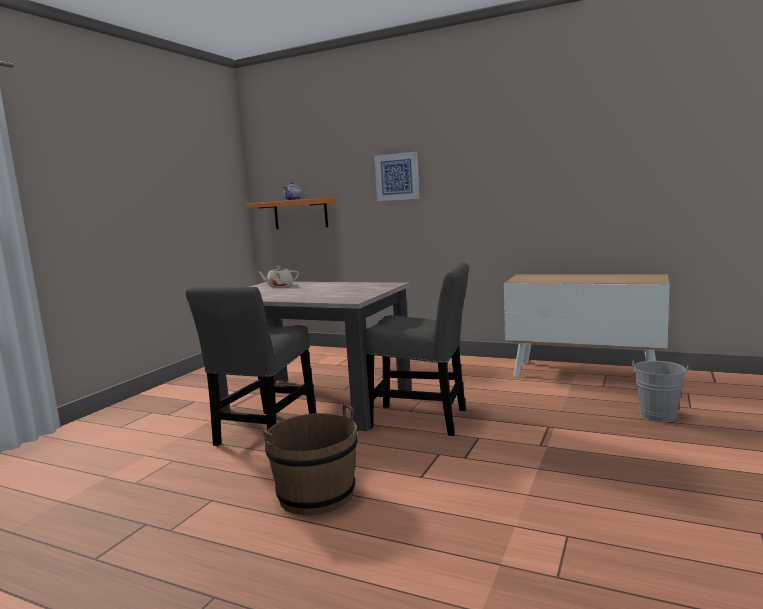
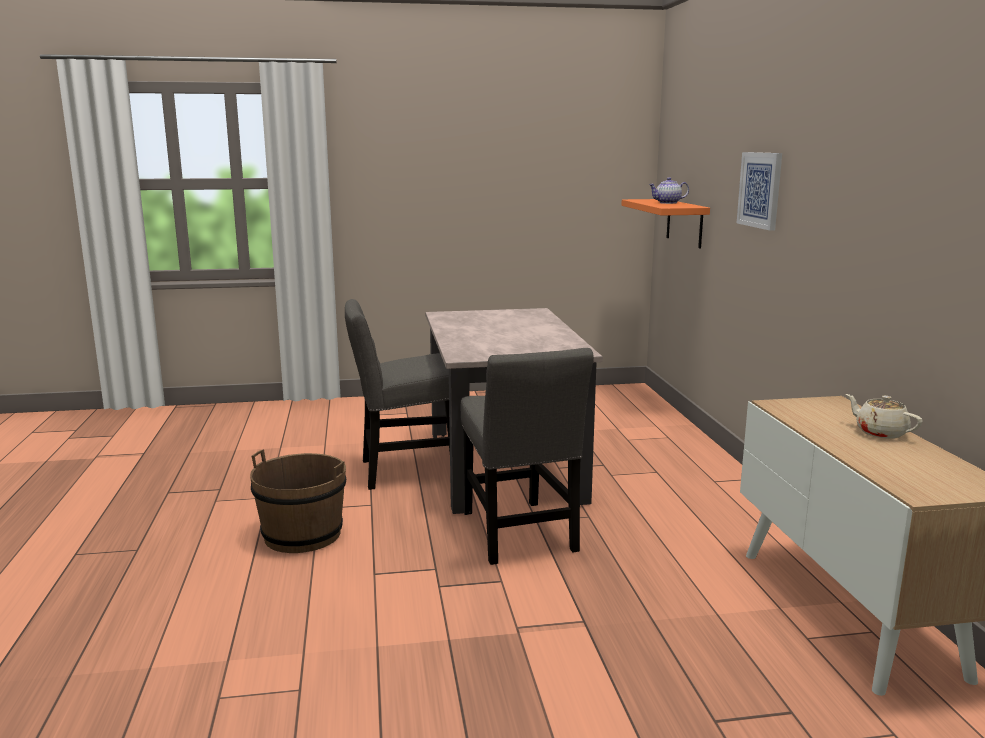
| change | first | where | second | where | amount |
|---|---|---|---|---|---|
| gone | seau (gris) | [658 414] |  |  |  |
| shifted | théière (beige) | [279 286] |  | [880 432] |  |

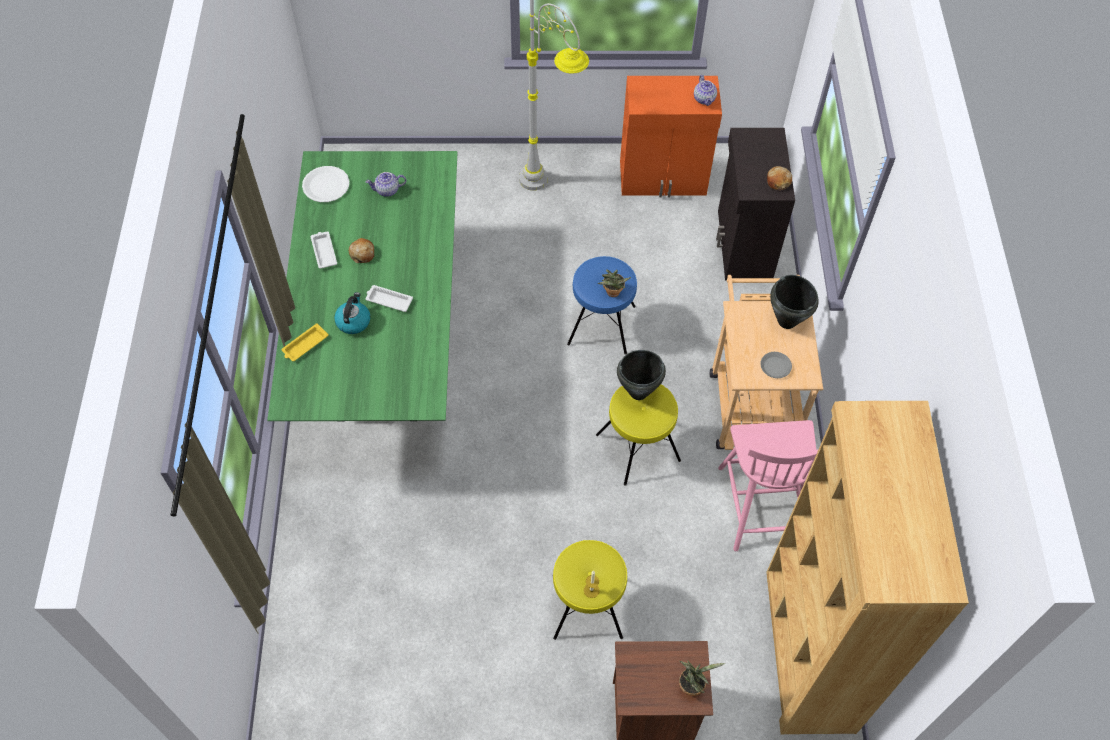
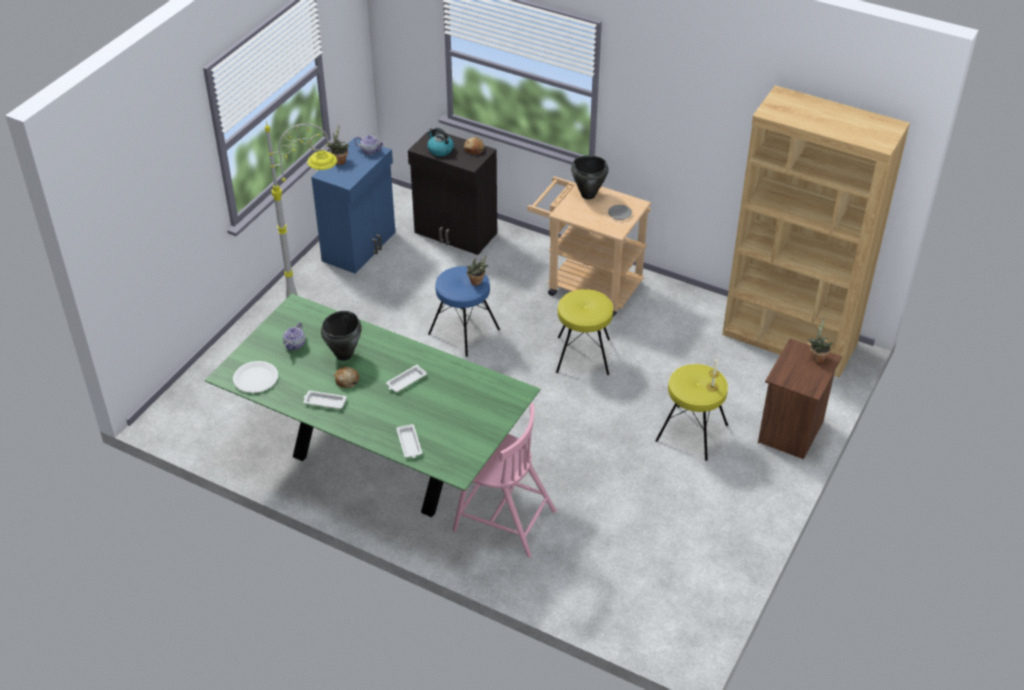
| change | first | where | second | where | amount |
|---|---|---|---|---|---|
| new |  |  | plante en pot | [339 160] |  |
| shifted | bouilloire | [353 321] |  | [440 150] |  |
| shifted | marmite (noir) | [638 392] |  | [344 355] |  |
| shifted | chaise (rose) | [761 503] |  | [502 519] |  |
| repainted | plateau (jaune) | [304 345] | plateau (blanc) | [409 444] |  |
| repainted | meuble de rangement (orange) | [663 179] | meuble de rangement (bleu) | [360 246] |  |

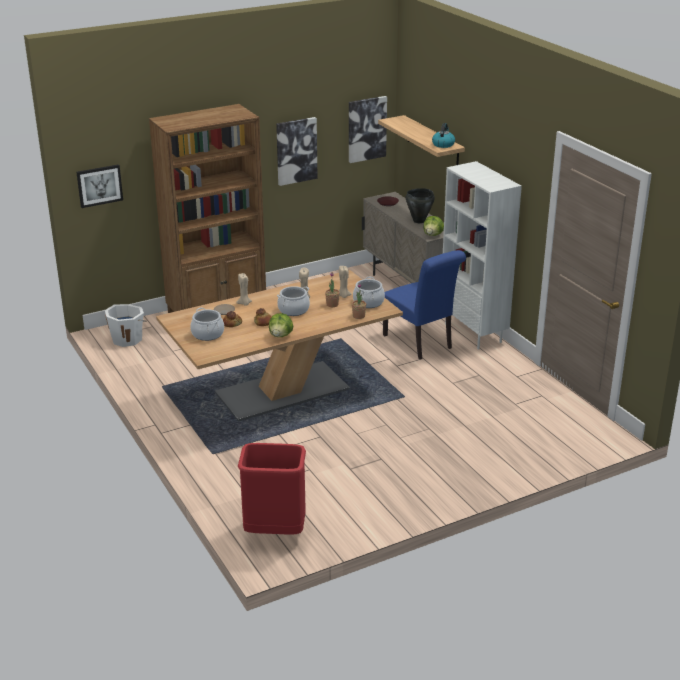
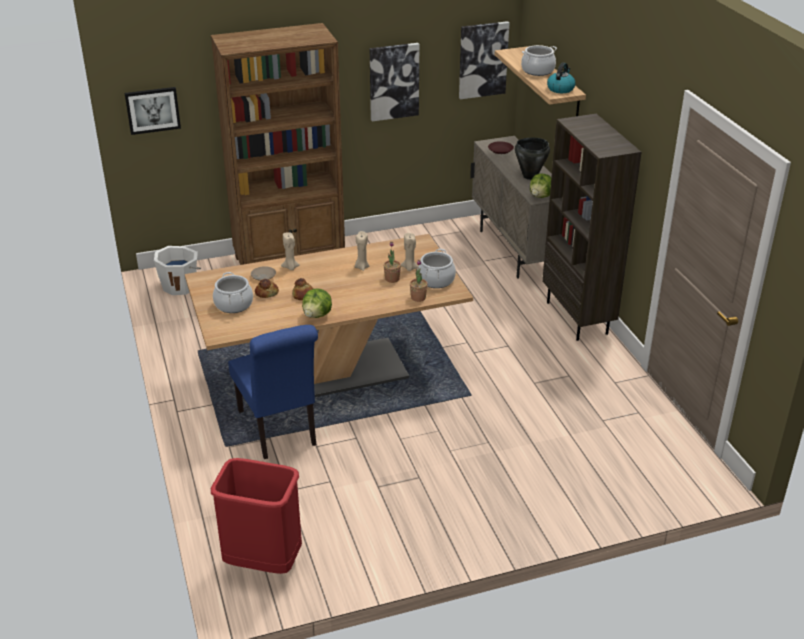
| change | first | where | second | where | amount |
|---|---|---|---|---|---|
| shifted | marmite | [293 310] |  | [537 71] |  |
| shifted | chaise (bleu) | [420 343] |  | [279 431] |  |
| repainted | bibliothèque (blanc) | [474 333] | bibliothèque (marron) | [578 318] |  |

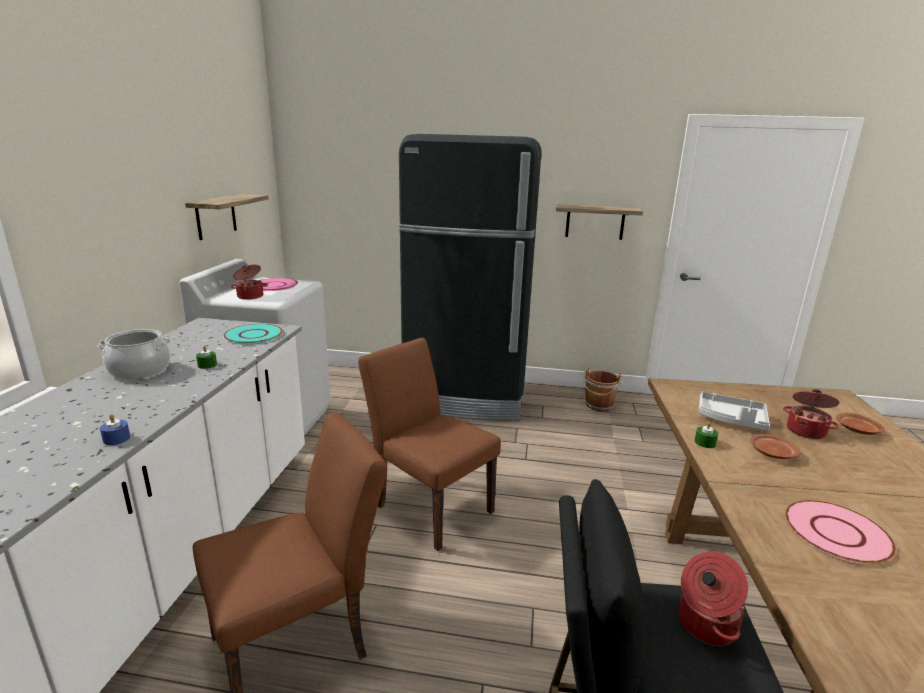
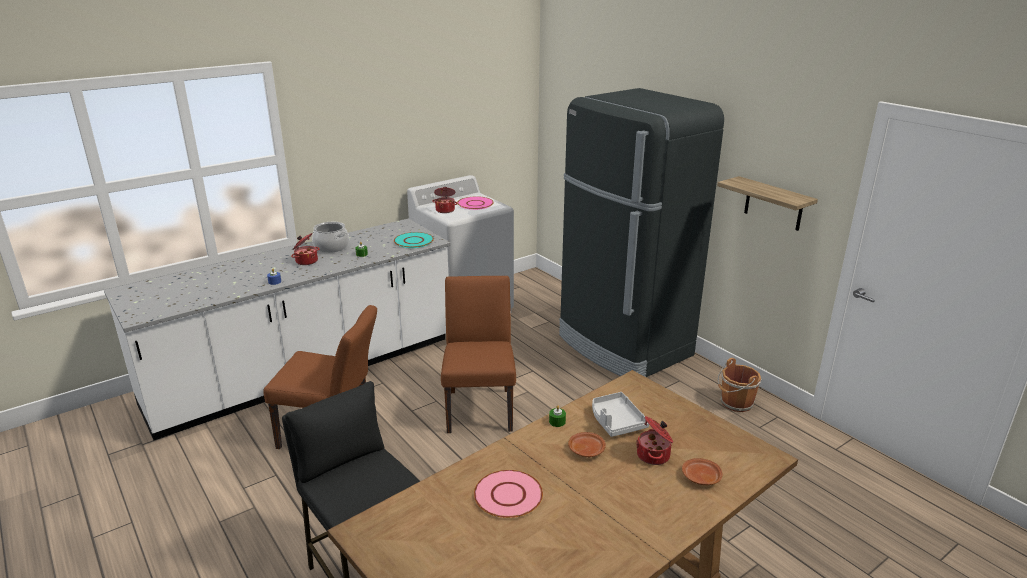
| change | first | where | second | where | amount |
|---|---|---|---|---|---|
| gone | étagère | [216 216] |  |  |  |
| shifted | marmite | [705 624] |  | [306 261] |  |

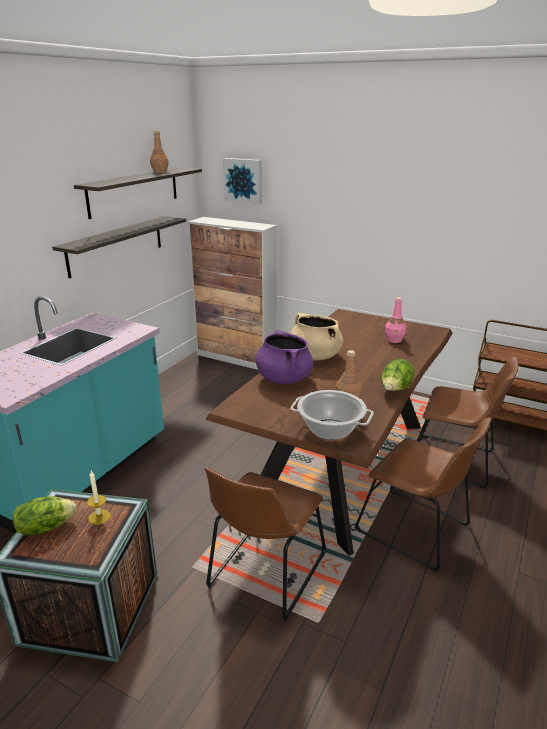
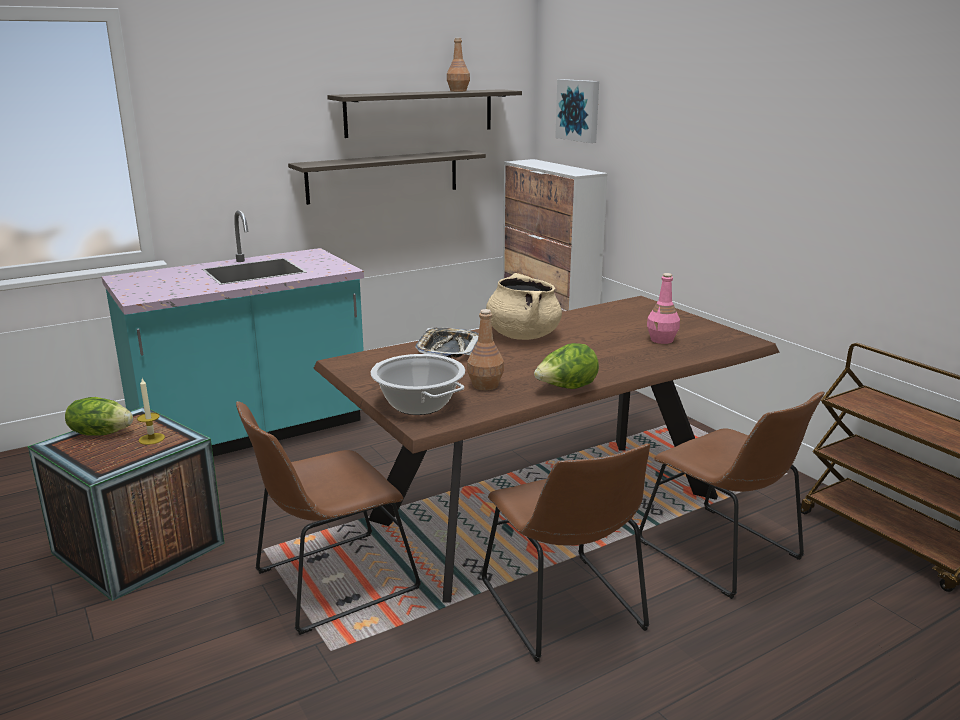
| change | first | where | second | where | amount |
|---|---|---|---|---|---|
| swapped | marmite (violet) | [283 378] | plateau | [447 348] |  |

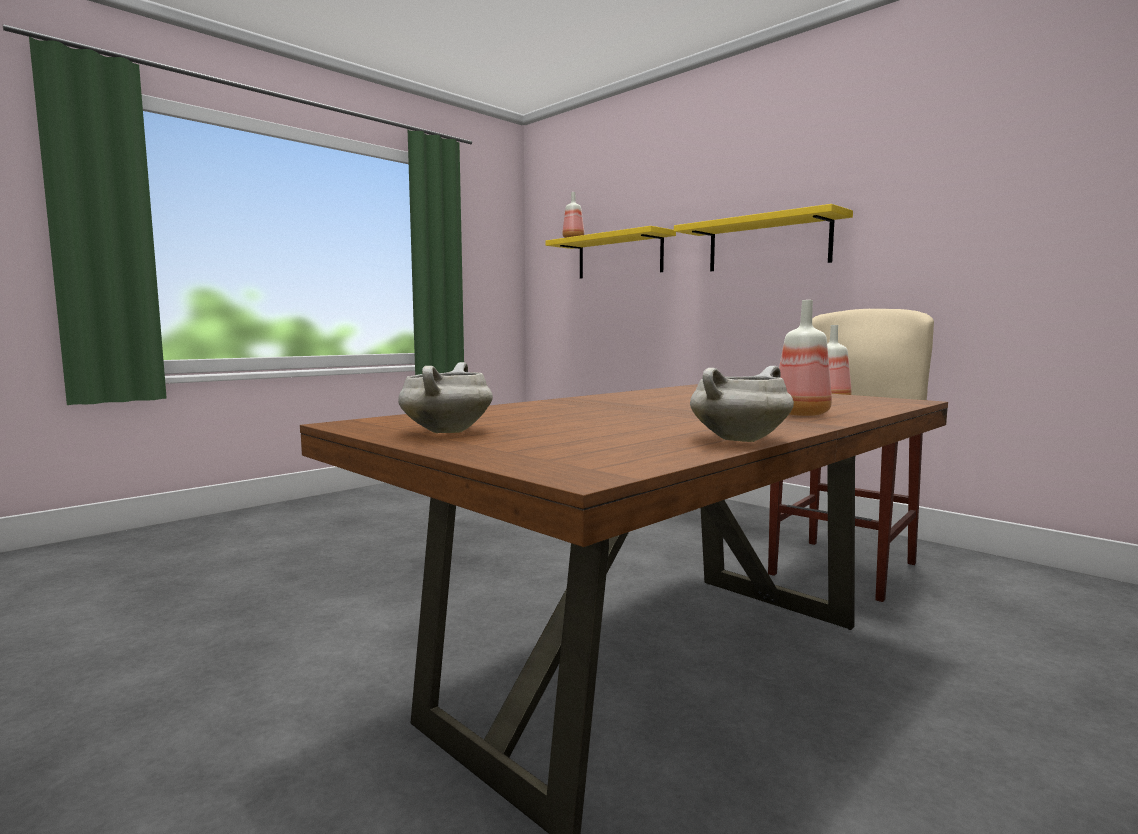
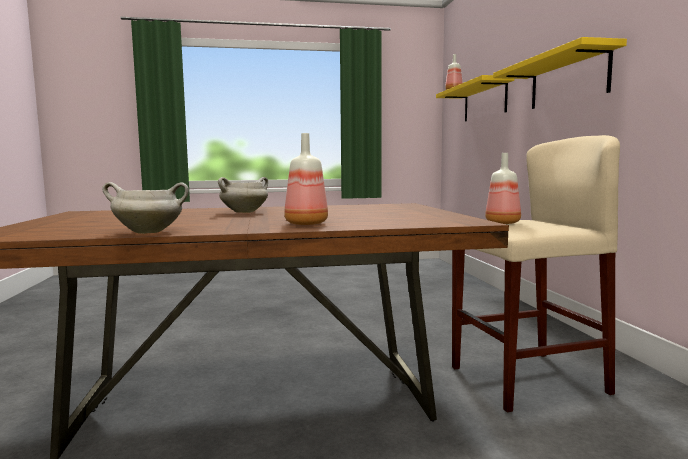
| change | first | where | second | where | amount |
|---|---|---|---|---|---|
| shifted | marmite (blanc) | [446 432] |  | [244 212] |  |

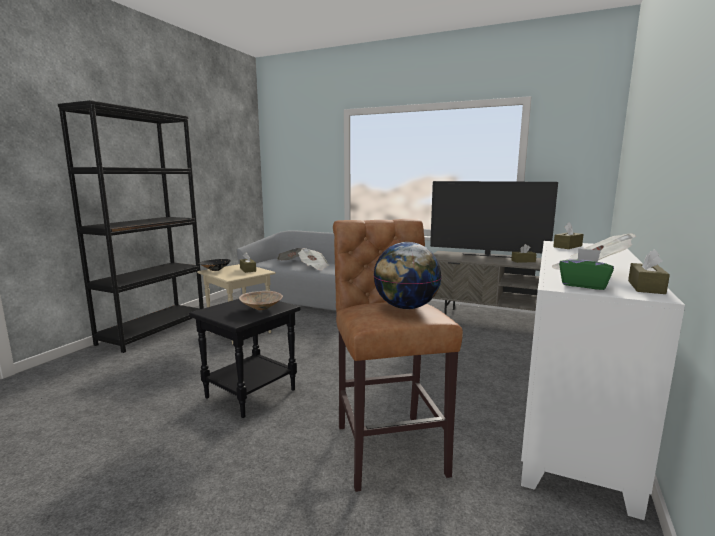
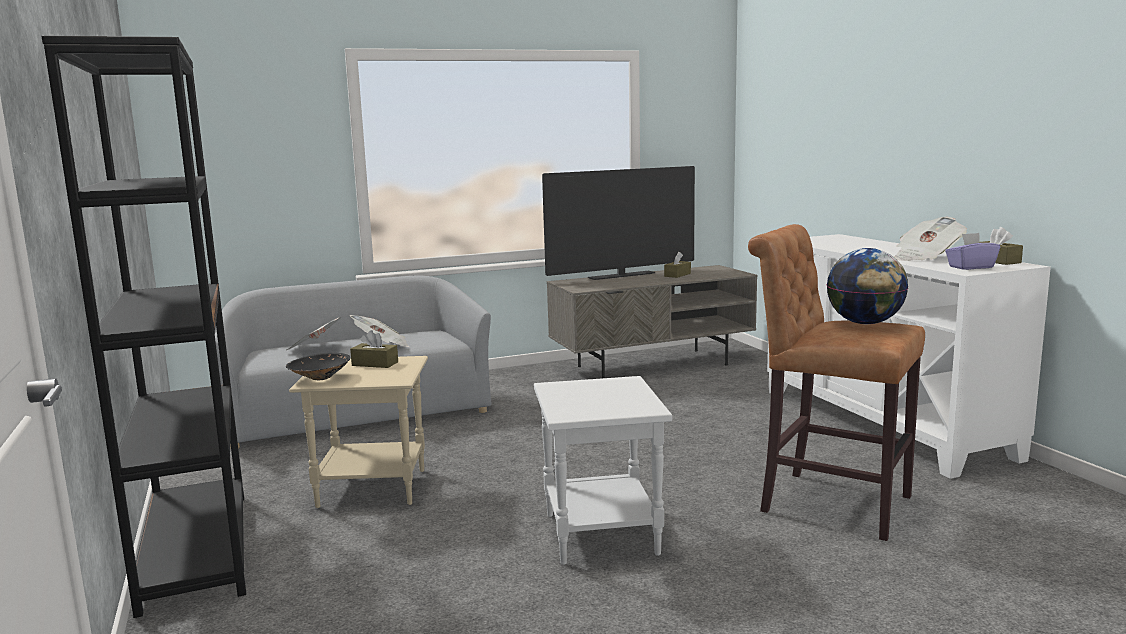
| change | first | where | second | where | amount |
|---|---|---|---|---|---|
| gone | bol (beige) | [261 309] |  |  |  |
| gone | boîte à mouchoirs (marron) | [567 246] |  |  |  |
| repainted | table d'appoint (noir) | [250 393] | table d'appoint (blanc) | [598 533] |  |
| repainted | boîte à mouchoirs (vert) | [584 285] | boîte à mouchoirs (violet) | [970 267] |  |

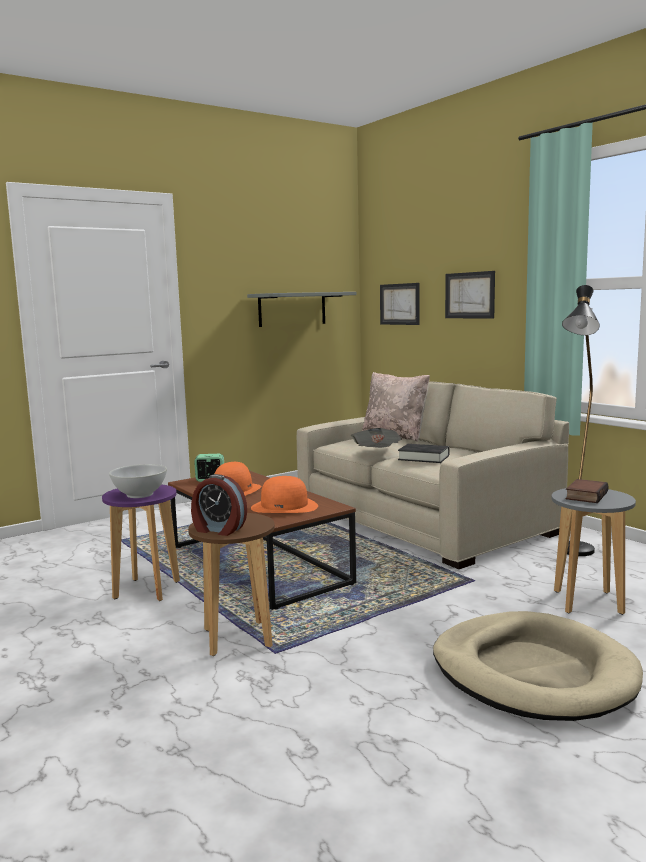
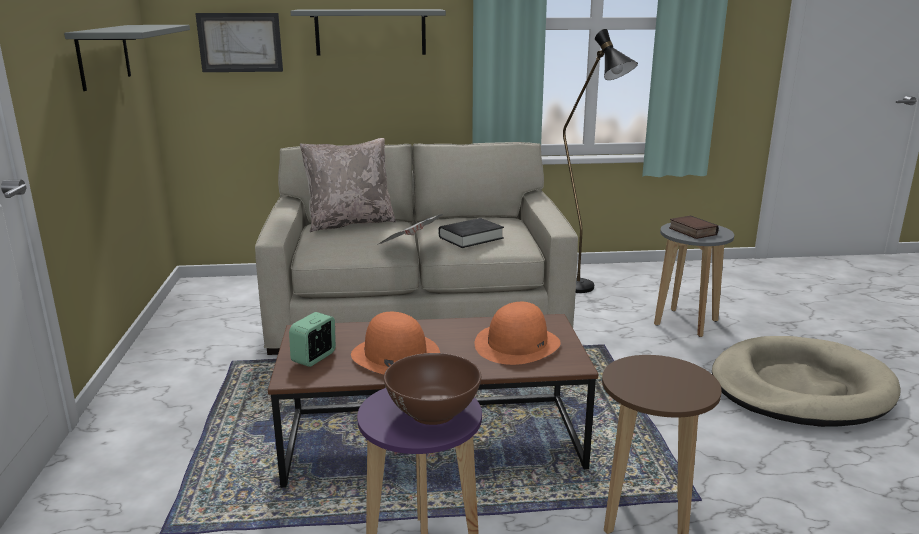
| change | first | where | second | where | amount |
|---|---|---|---|---|---|
| gone | réveil | [218 530] |  |  |  |
| swapped | tableau | [470 295] | étagère (gris) | [370 32] |  |
| repainted | bol (blanc) | [140 494] | bol (marron) | [433 412] |  |

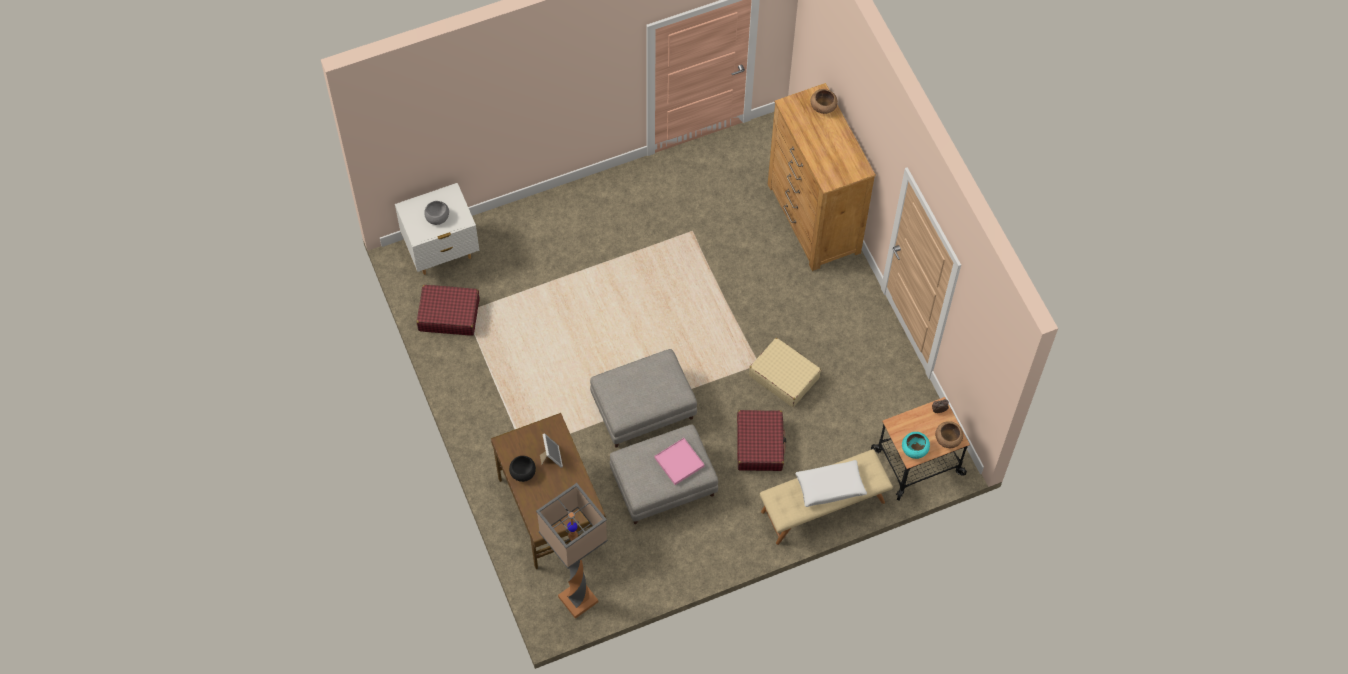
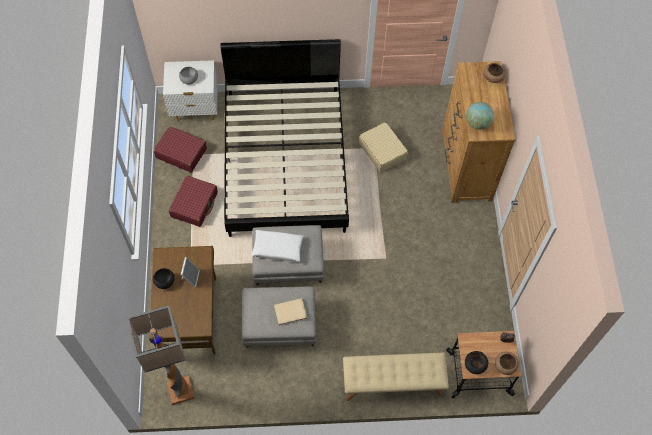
| change | first | where | second | where | amount |
|---|---|---|---|---|---|
| new |  |  | lit (noir) | [285 160] |  |
| new |  |  | globe | [477 123] |  |
| shifted | valise (rouge) | [760 444] |  | [194 204] |  |
| shifted | valise (beige) | [784 376] |  | [382 151] |  |
| shifted | coussin (blanc) | [830 487] |  | [278 248] |  |
| swapped | plateau (rose) | [679 462] | livre (beige) | [290 313] |  |
| repainted | bol (turquoise) | [914 449] | bol (noir) | [474 365] |  |

